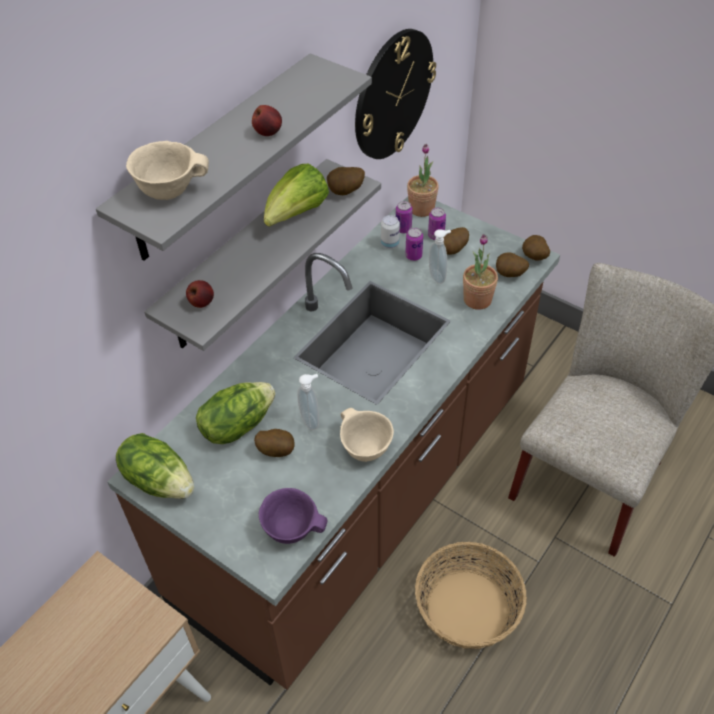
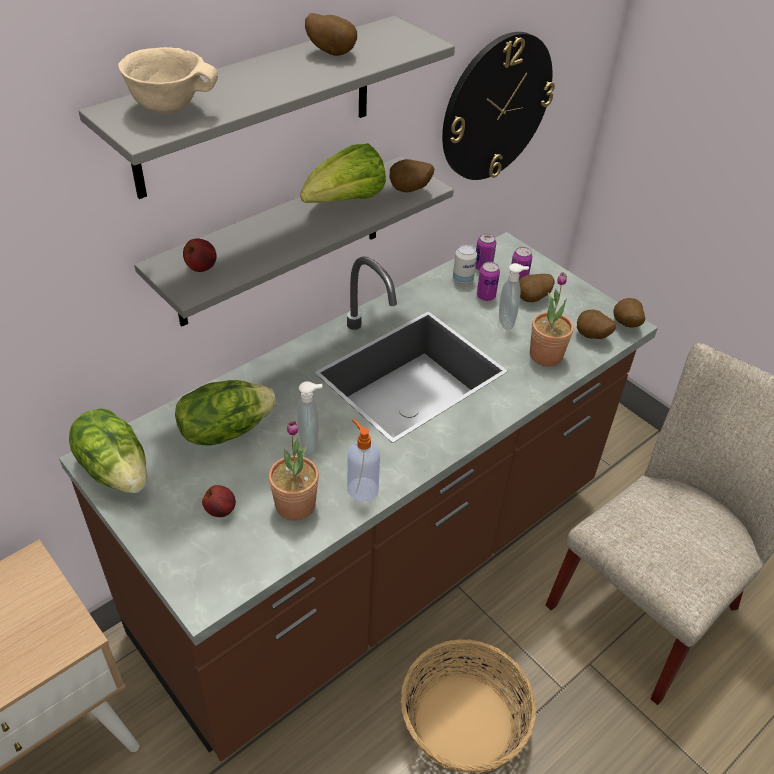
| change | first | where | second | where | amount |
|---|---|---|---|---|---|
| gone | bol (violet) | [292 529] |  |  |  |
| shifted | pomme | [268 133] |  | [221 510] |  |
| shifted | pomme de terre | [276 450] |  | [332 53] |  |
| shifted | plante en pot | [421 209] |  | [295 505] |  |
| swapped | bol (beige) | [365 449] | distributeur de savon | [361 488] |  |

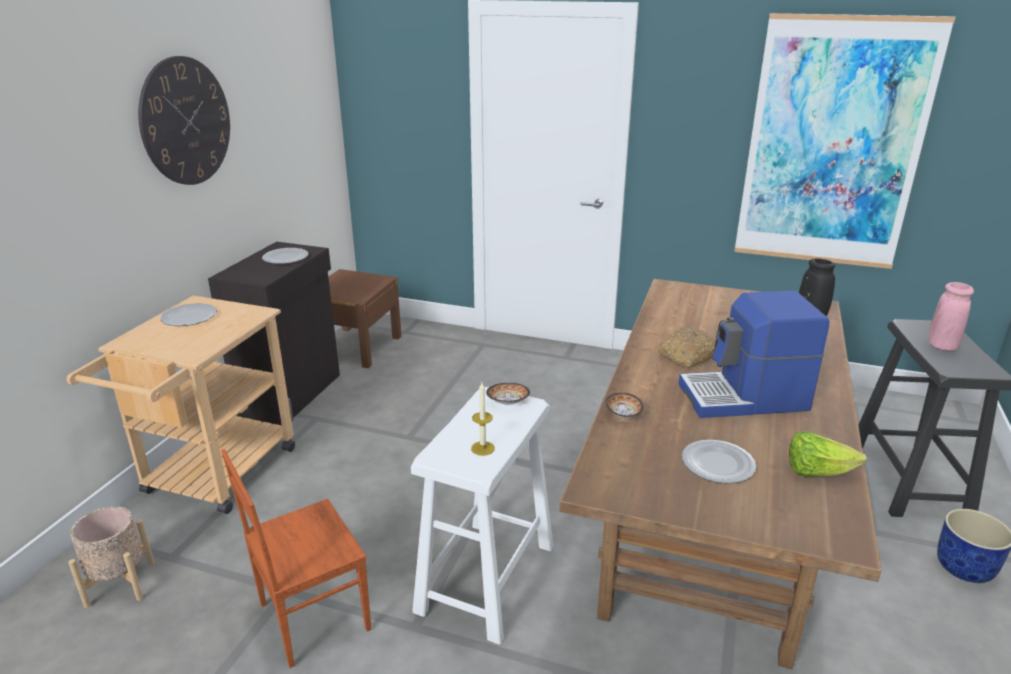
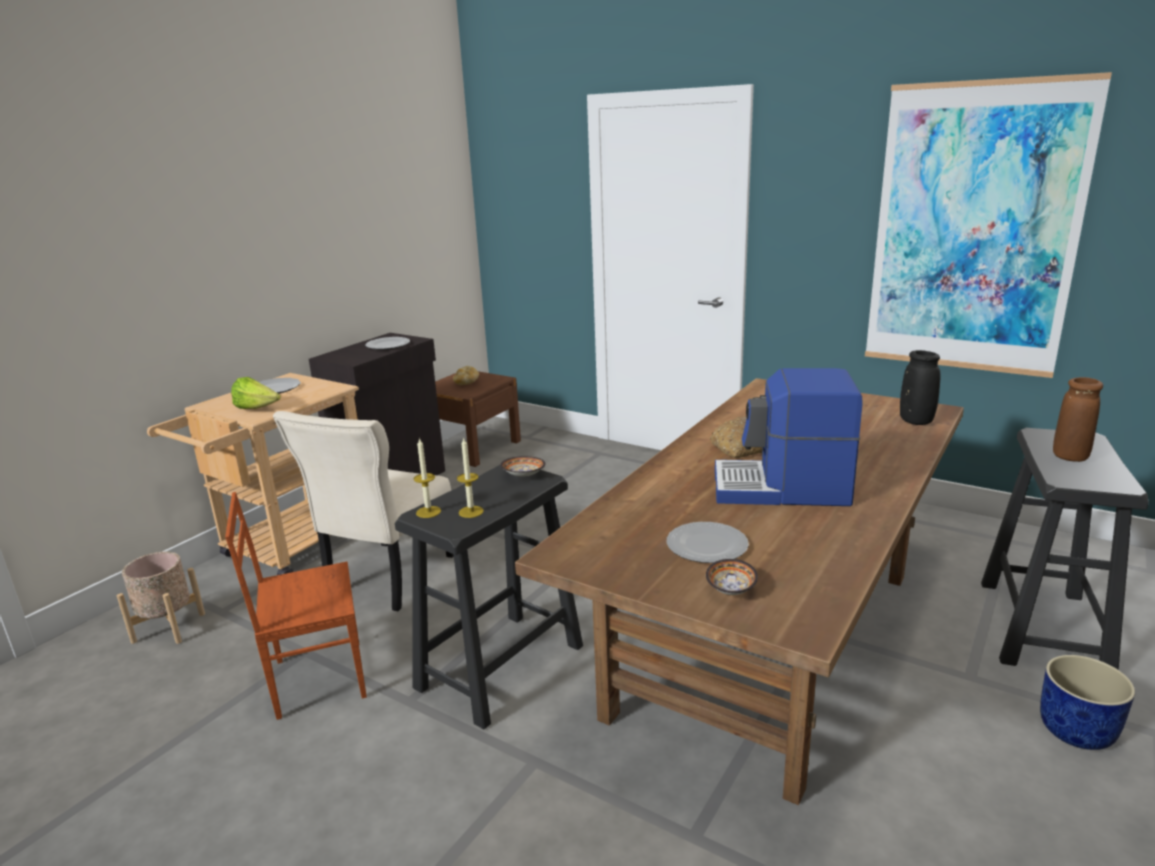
| change | first | where | second | where | amount |
|---|---|---|---|---|---|
| gone | horloge murale | [186 121] |  |  |  |
| new |  |  | chaise (beige) | [387 578] |  |
| new |  |  | bougie | [428 512] |  |
| new |  |  | pain | [466 383] |  |
| shifted | bol | [624 414] |  | [732 589] |  |
| shifted | laitue | [817 472] |  | [257 409] |  |
| repainted | tabouret (blanc) | [487 577] | tabouret (noir) | [501 666] |  |
| repainted | vase (rose) | [941 346] | vase (marron) | [1070 457] |  |

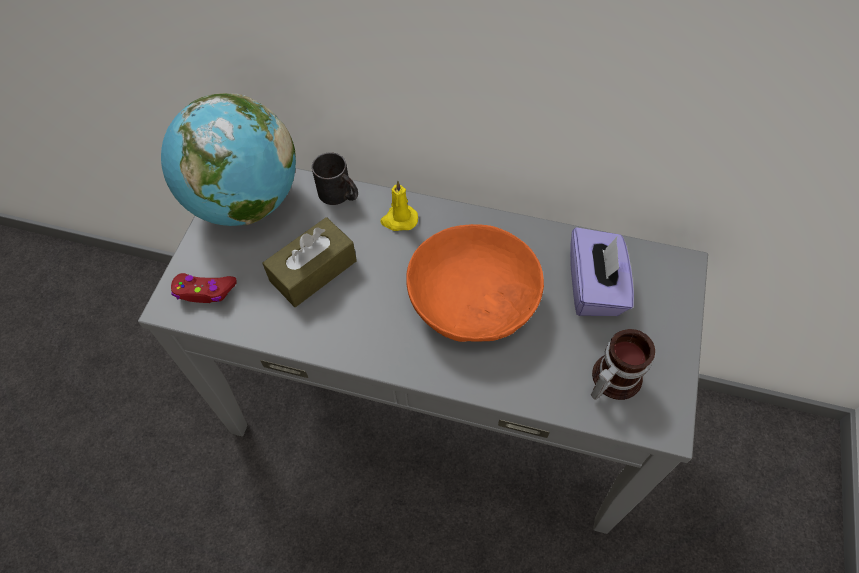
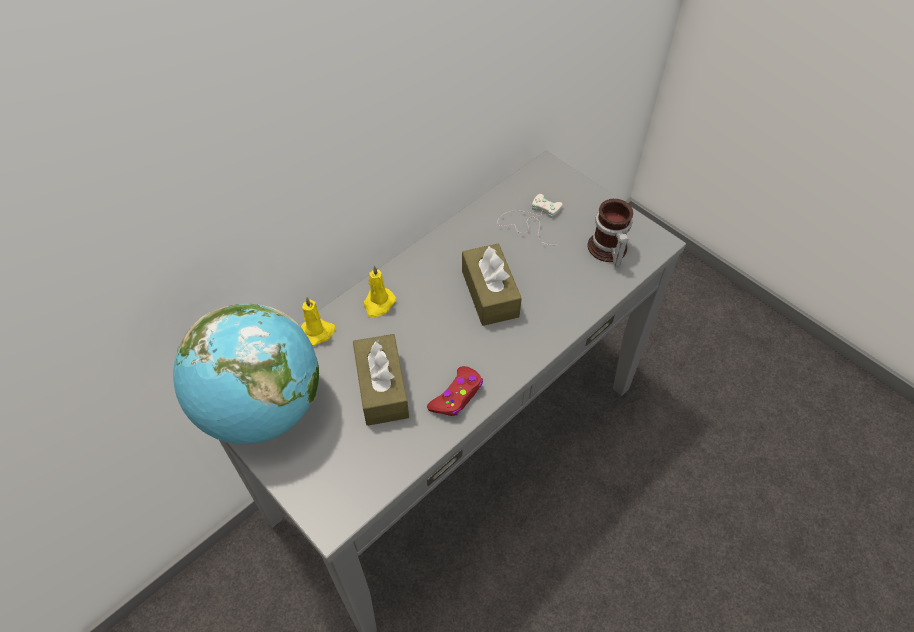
| change | first | where | second | where | amount |
|---|---|---|---|---|---|
| shifted | manette (rouge) | [204 291] |  | [457 396] |  |
| swapped | mug (noir) | [340 195] | bougie (jaune) | [318 332] |  |
| swapped | bol (orange) | [473 299] | boîte à mouchoirs (marron) | [490 293] |  |
| swapped | boîte à mouchoirs (violet) | [595 287] | manette (blanc) | [530 220] |  |

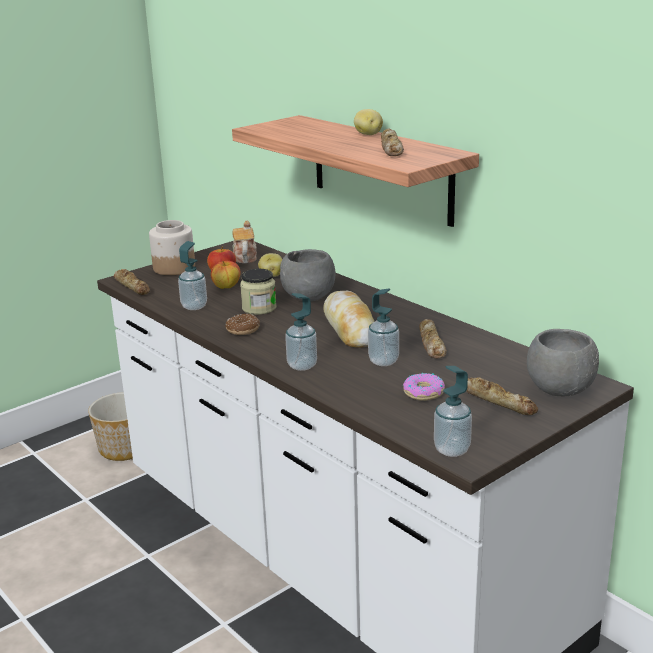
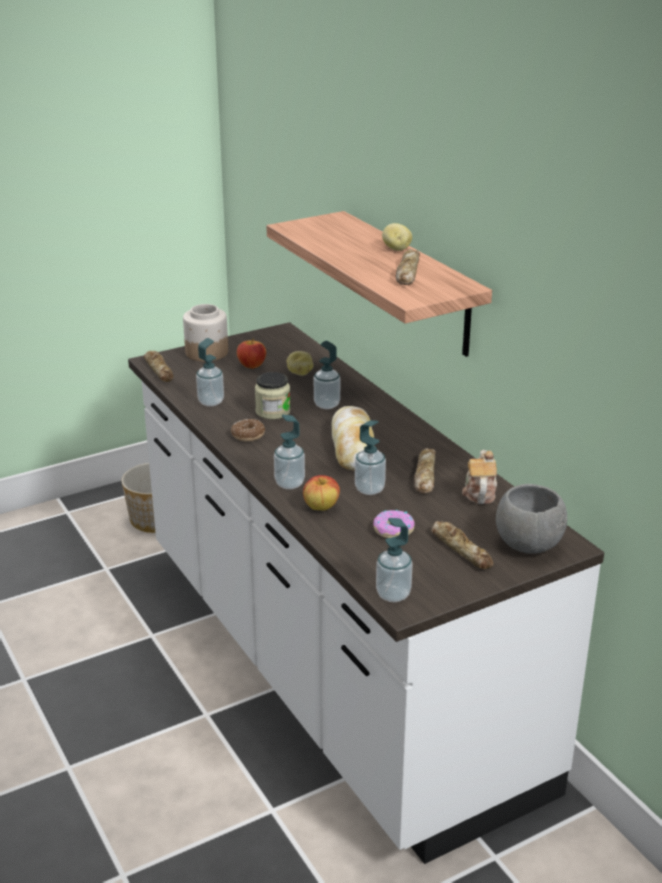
| change | first | where | second | where | amount |
|---|---|---|---|---|---|
| shifted | pomme | [226 287] |  | [321 507] |  |
| shifted | théière | [244 257] |  | [479 492] |  |
| swapped | bol (gris) | [309 297] | distributeur de savon | [327 404] |  |

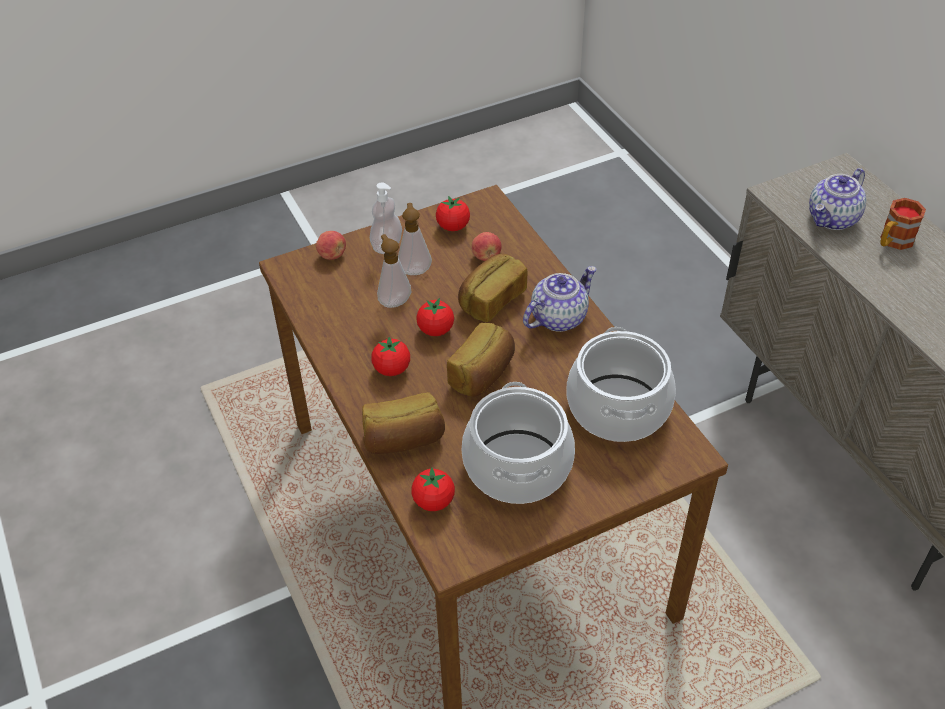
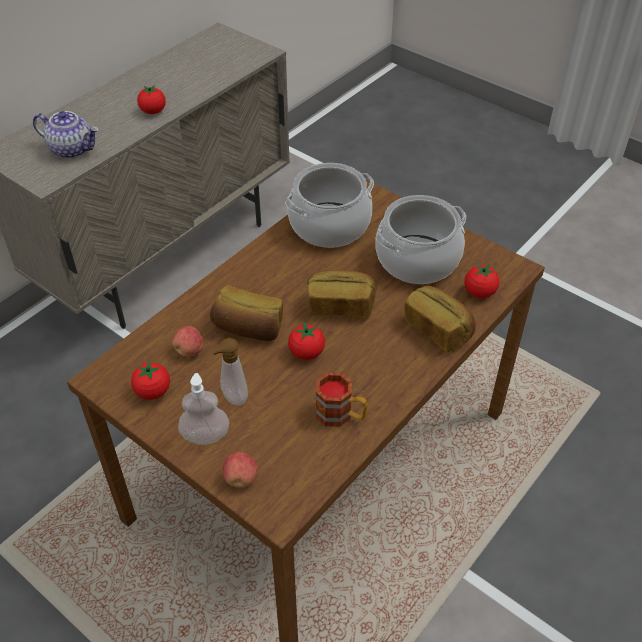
| change | first | where | second | where | amount |
|---|---|---|---|---|---|
| gone | distributeur de savon | [394 301] |  |  |  |
| gone | théière | [558 317] |  |  |  |
| shifted | tomate | [392 369] |  | [153 111] |  |
| shifted | mug | [893 241] |  | [341 415] |  |

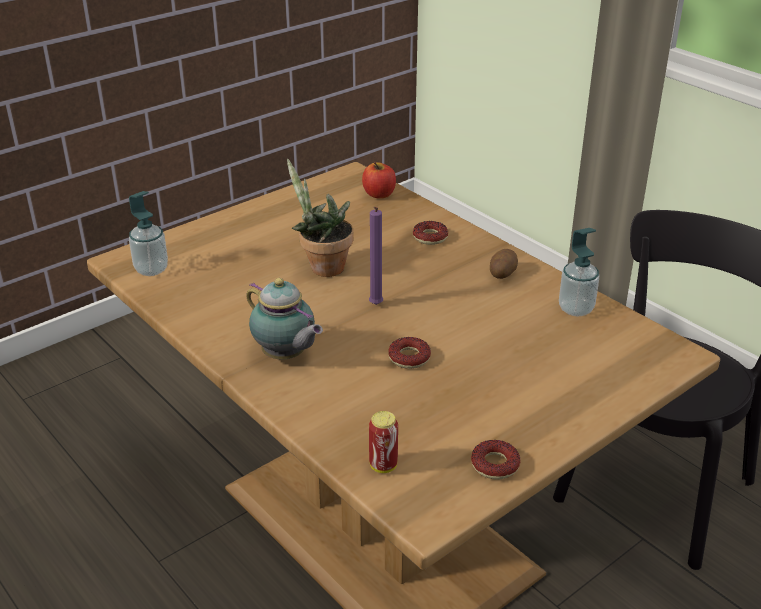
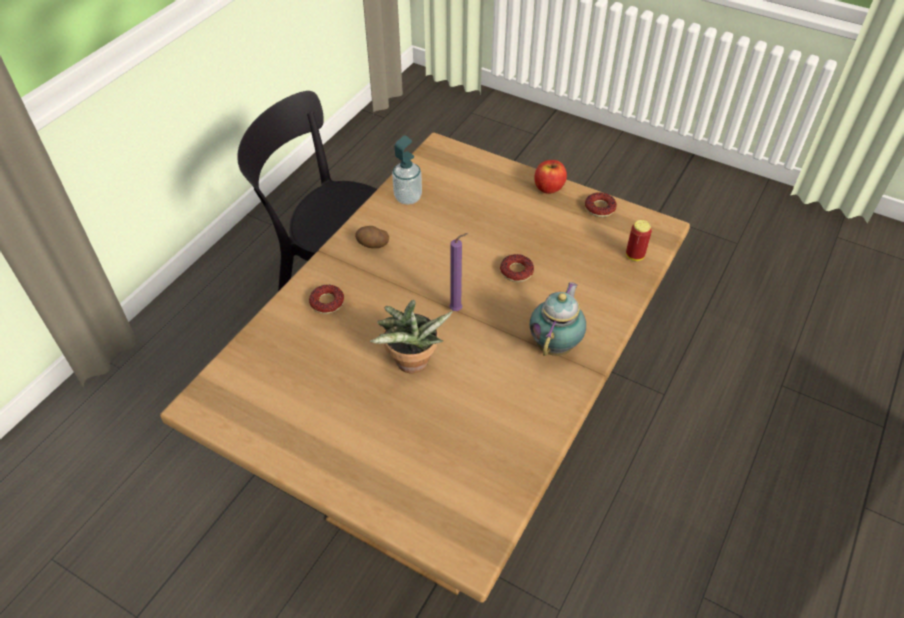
| change | first | where | second | where | amount |
|---|---|---|---|---|---|
| gone | distributeur de savon | [151 269] |  |  |  |
| shifted | pomme | [379 194] |  | [548 187] |  |

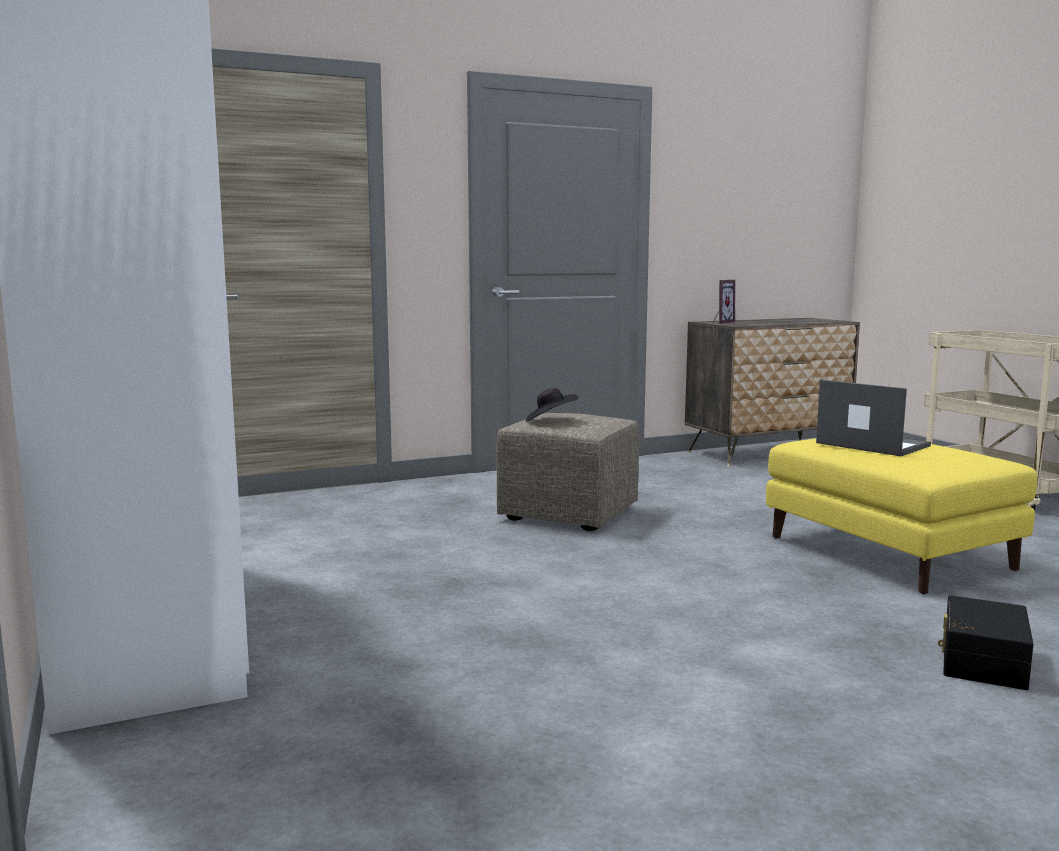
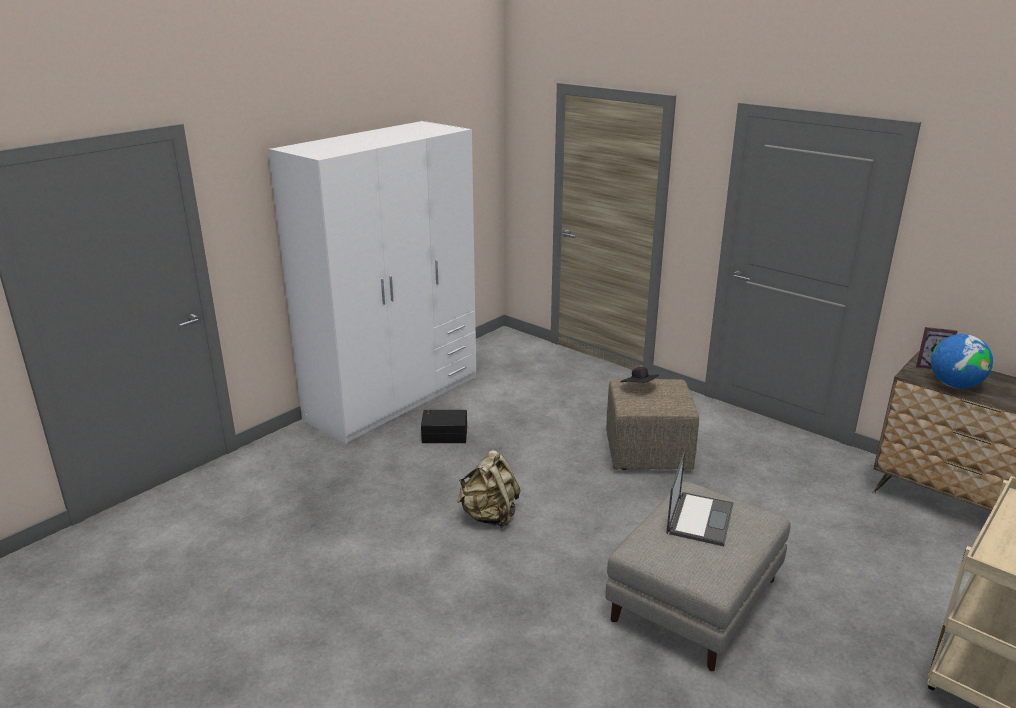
| change | first | where | second | where | amount |
|---|---|---|---|---|---|
| new |  |  | sac à dos (beige) | [489 516] |  |
| new |  |  | globe | [954 385] |  |
| shifted | boîte de rangement (noir) | [980 661] |  | [444 434] |  |
| repainted | pouf (jaune) | [886 553] | pouf (gris) | [694 599] |  |

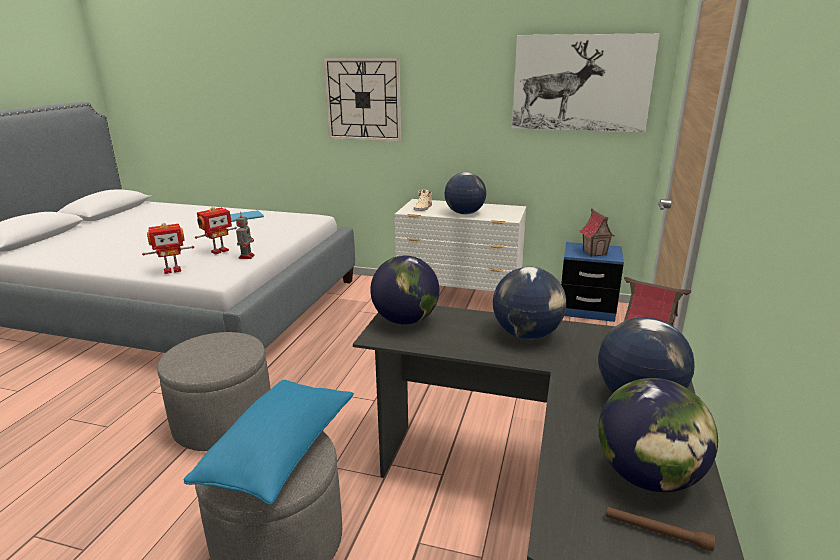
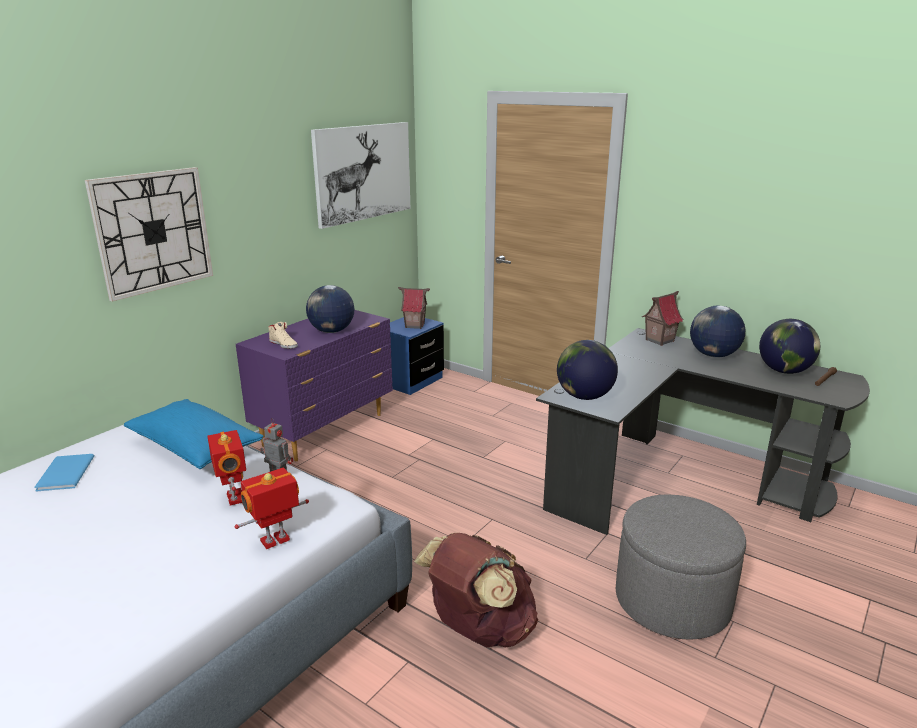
| change | first | where | second | where | amount |
|---|---|---|---|---|---|
| gone | globe | [527 335] |  |  |  |
| shifted | coussin (bleu) | [280 453] |  | [195 448] |  |
| swapped | pouf (gris) | [224 422] | sac à dos (marron) | [479 629] |  |
| repainted | commode (blanc) | [460 298] | commode (violet) | [326 430] |  |
| rotated | robot jouet | [172 270] |  | [276 541] | 120 degrees counterclockwise |

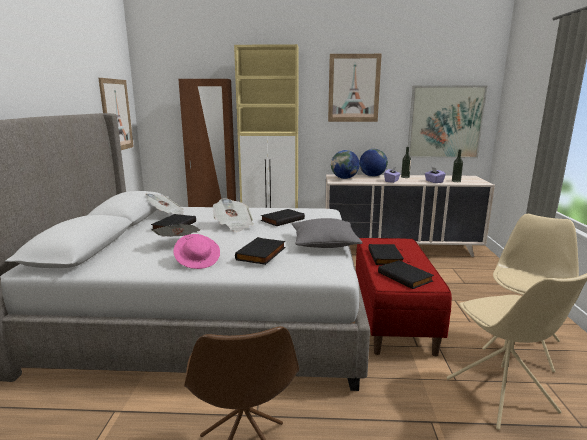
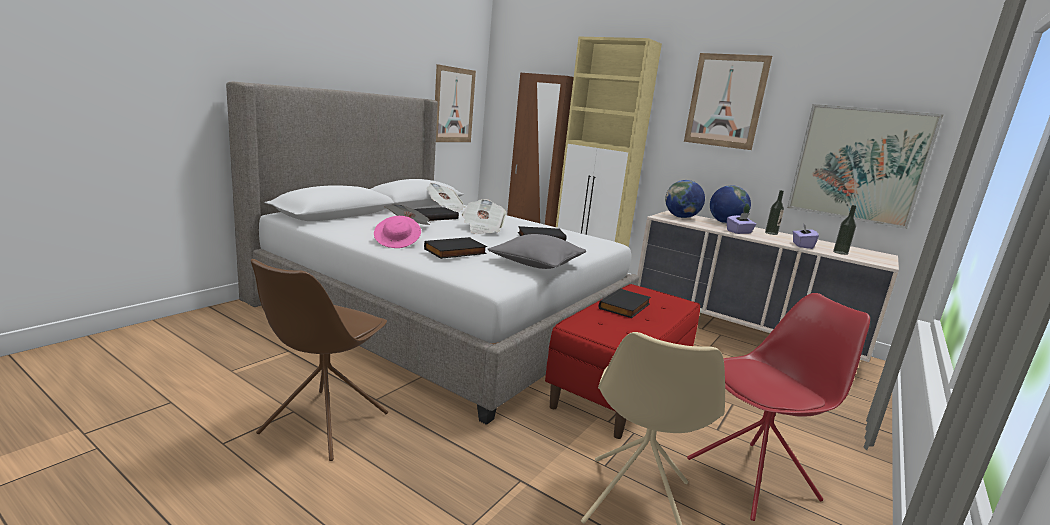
| change | first | where | second | where | amount |
|---|---|---|---|---|---|
| gone | livre (noir) | [406 277] |  |  |  |
| repainted | chaise (beige) | [522 344] | chaise (rouge) | [754 479] |  |

